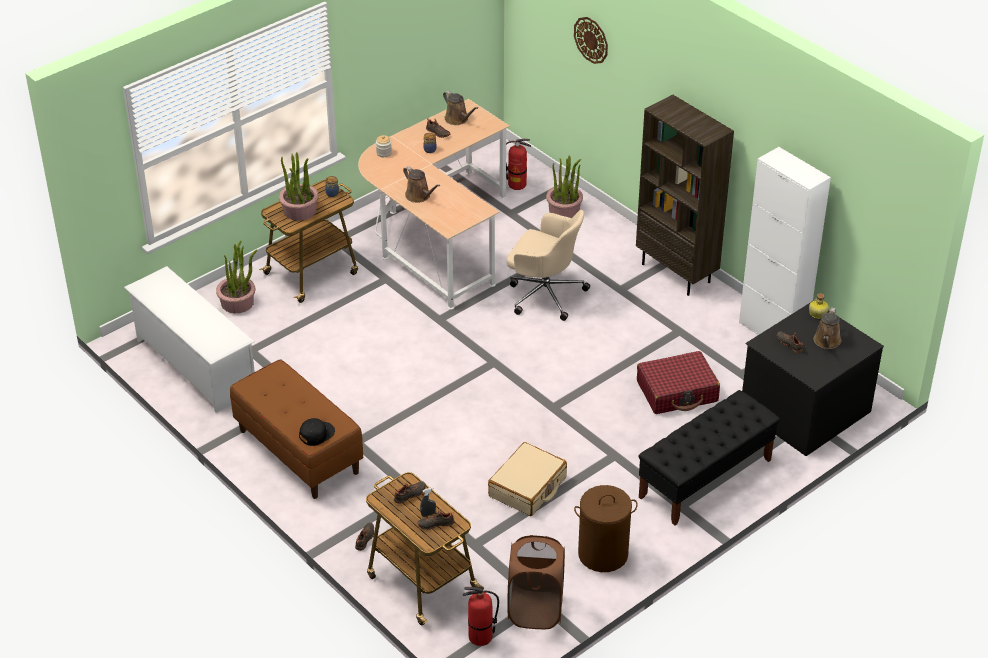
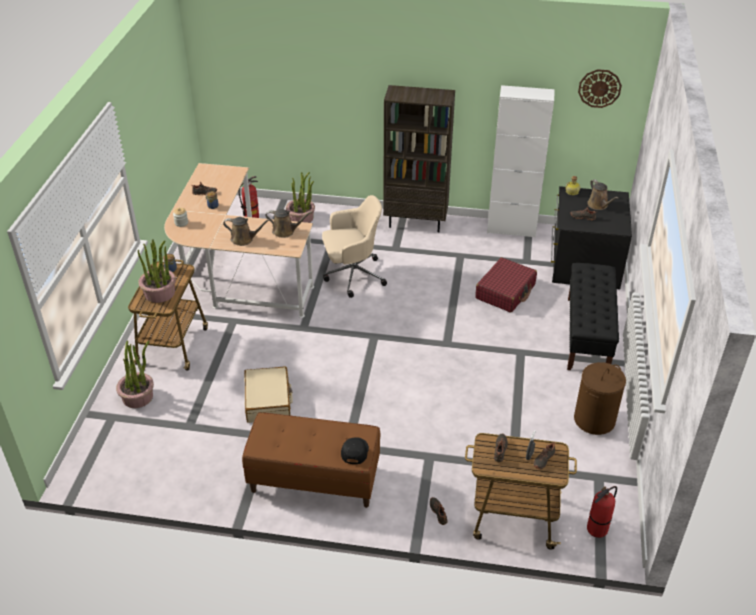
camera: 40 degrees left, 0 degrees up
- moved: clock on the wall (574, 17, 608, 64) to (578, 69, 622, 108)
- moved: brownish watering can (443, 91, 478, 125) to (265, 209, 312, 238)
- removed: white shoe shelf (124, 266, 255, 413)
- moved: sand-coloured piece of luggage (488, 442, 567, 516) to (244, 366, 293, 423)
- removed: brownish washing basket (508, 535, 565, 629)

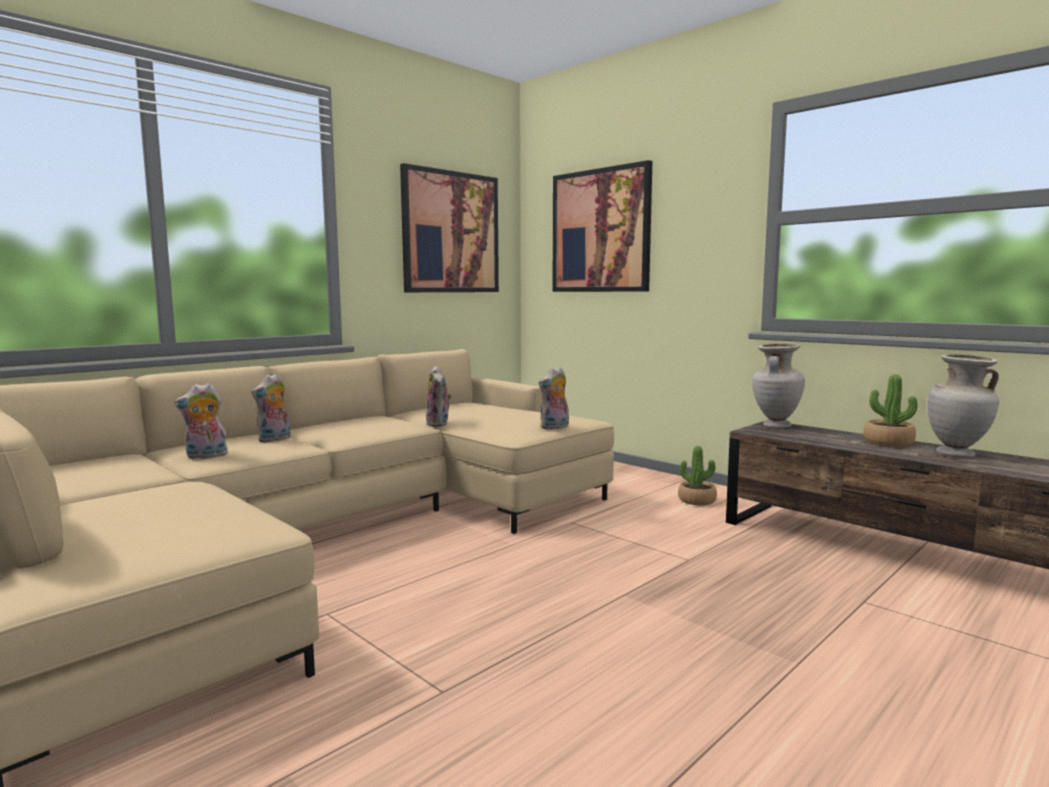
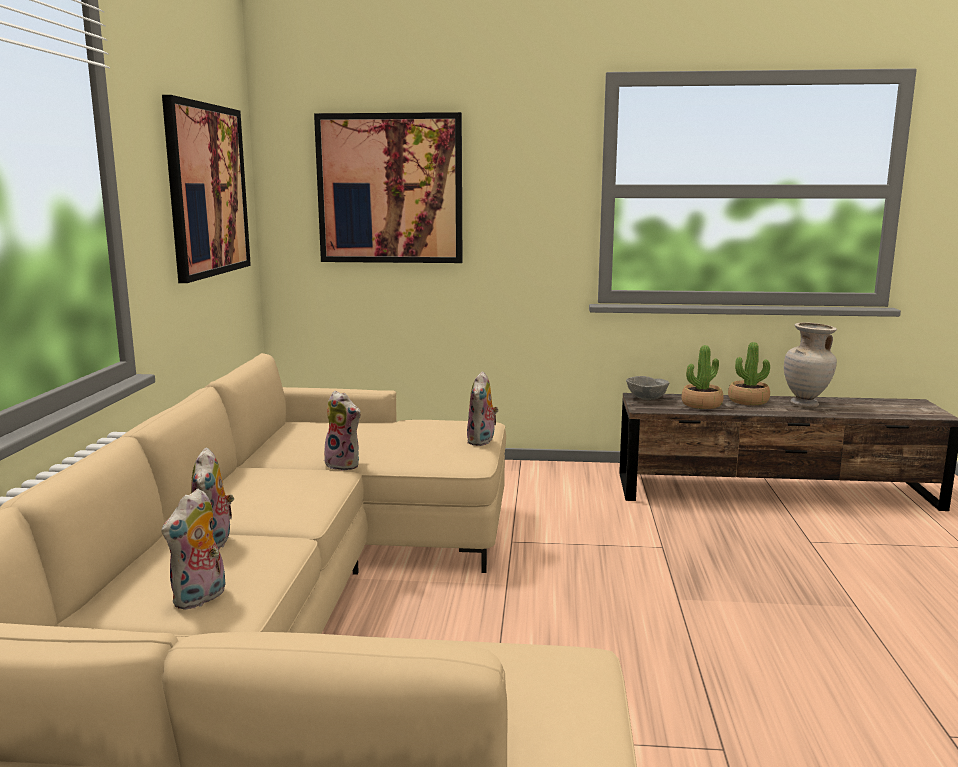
camera: 40 degrees left, 5 degrees up
- replaced: sand-coloured vase (752, 344, 805, 429) to greyish deep dish (626, 376, 669, 400)
- moved: potted plant (678, 446, 717, 506) to (682, 345, 724, 409)

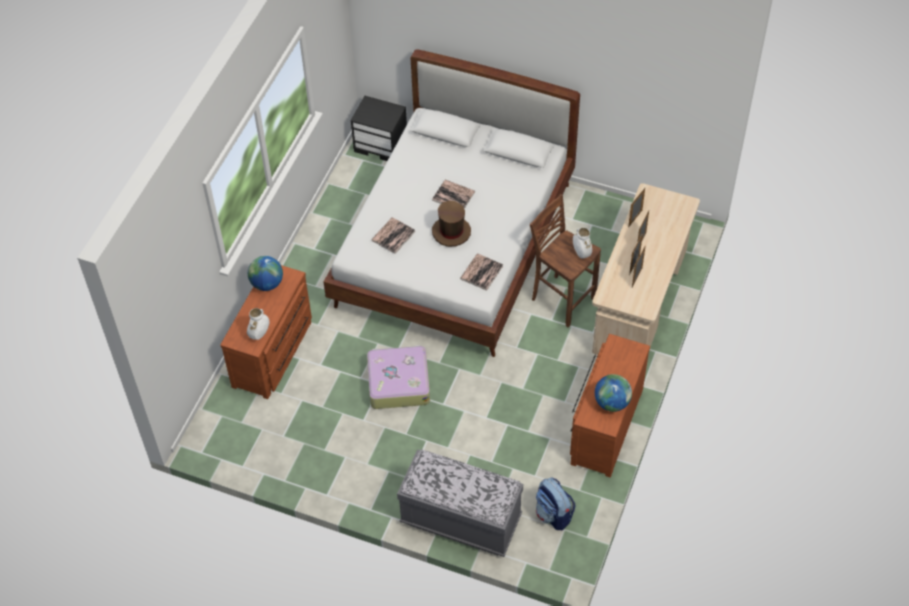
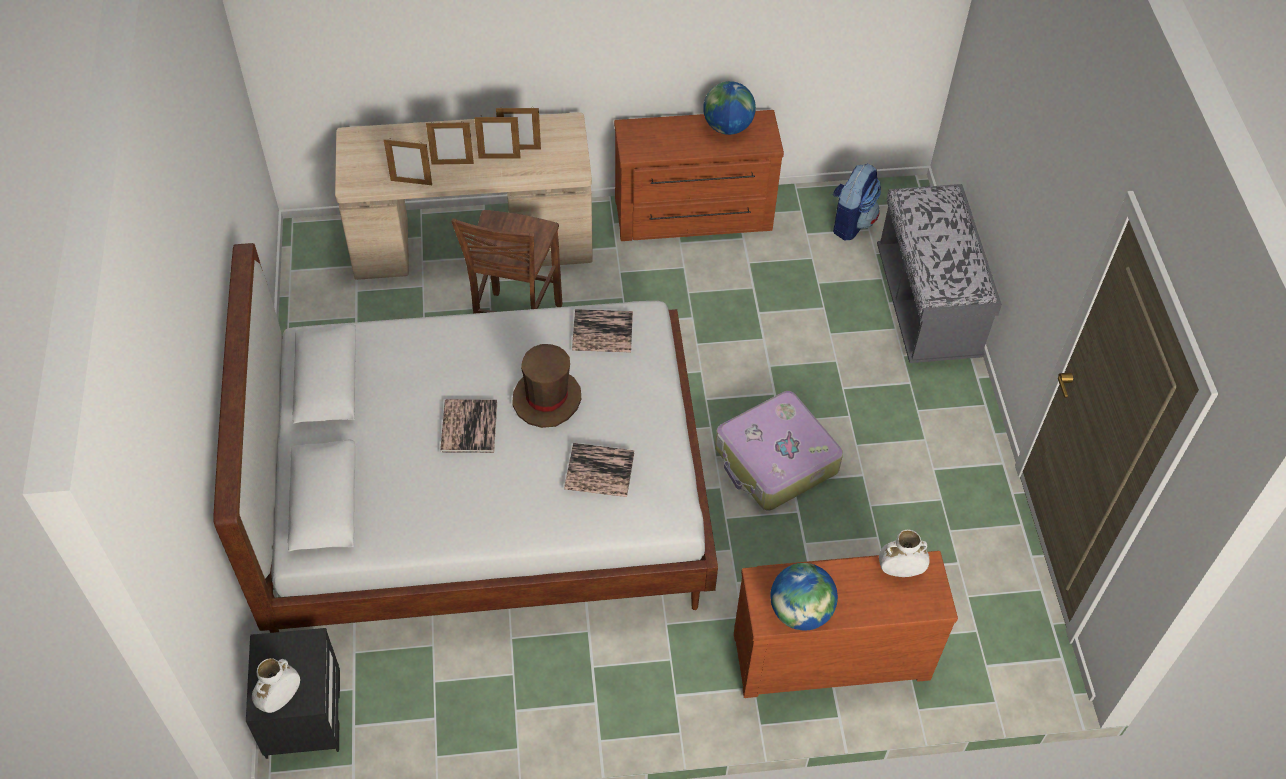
camera: 120 degrees left, 0 degrees up
- moved: white vase (573, 228, 592, 258) to (252, 658, 300, 713)

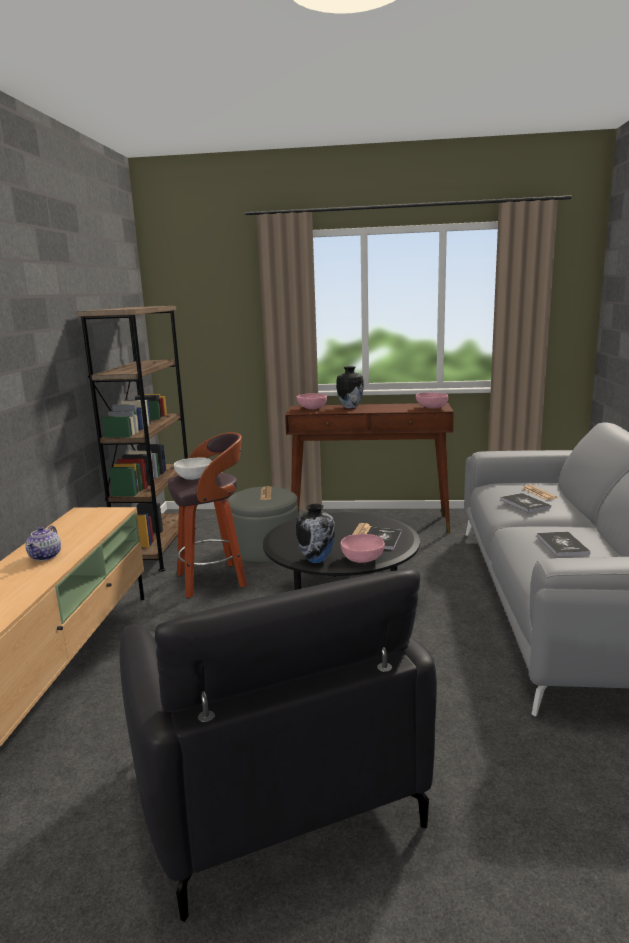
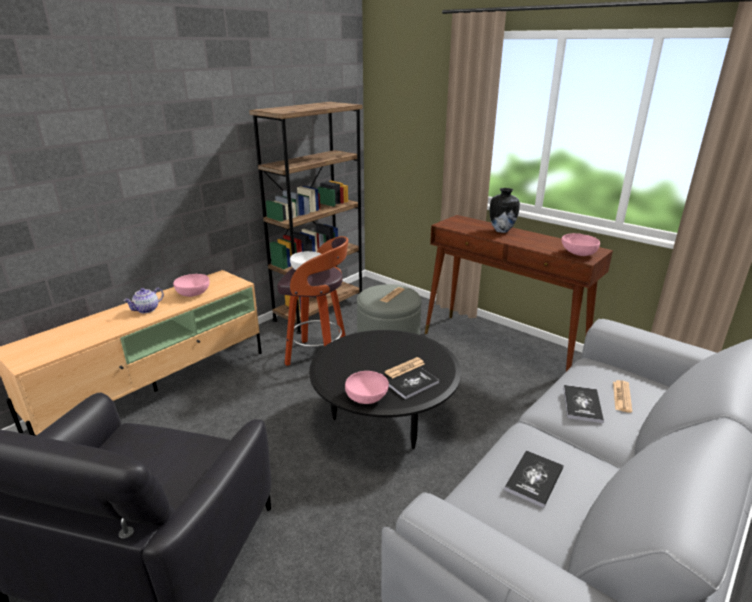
camera: 35 degrees right, 10 degrees up
- moved: pink deep dish (296, 393, 327, 409) to (173, 274, 210, 297)
- removed: vase (296, 504, 335, 563)

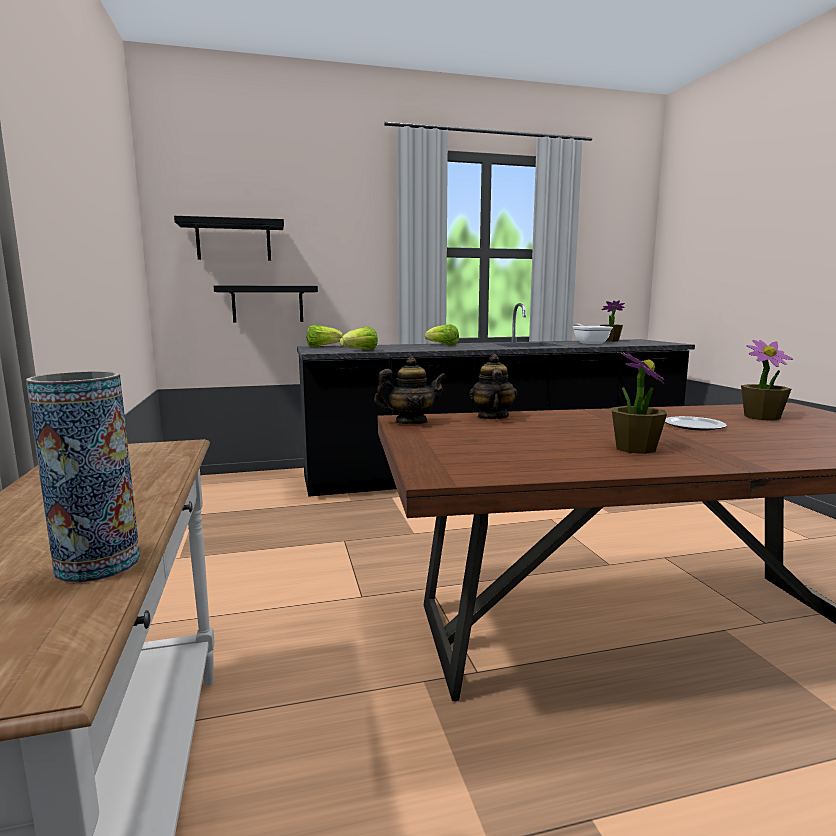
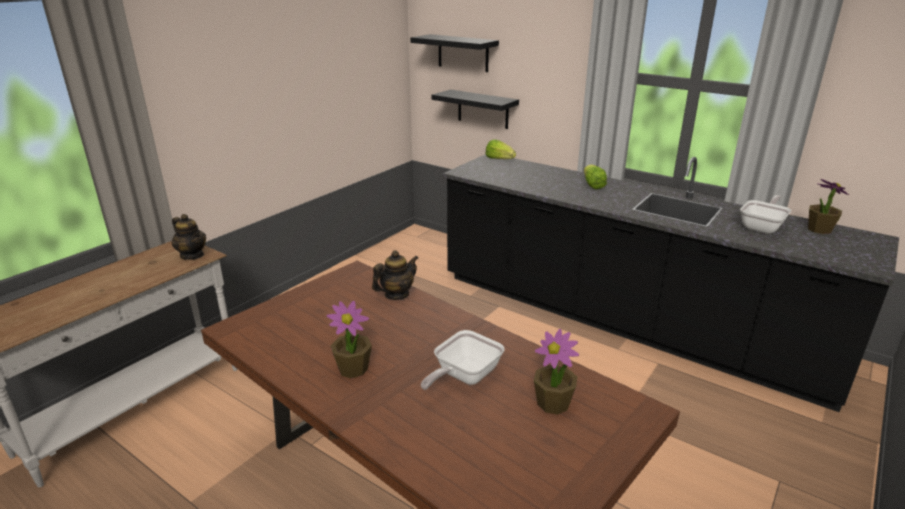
camera: 50 degrees right, 15 degrees up
- removed: lettuce head (340, 327, 378, 350)
- moved: pot for tea (374, 357, 447, 424) to (172, 214, 206, 260)
- removed: vase (26, 371, 140, 583)
- replaced: dinner plate (665, 416, 727, 430) to frying pan (421, 330, 504, 390)

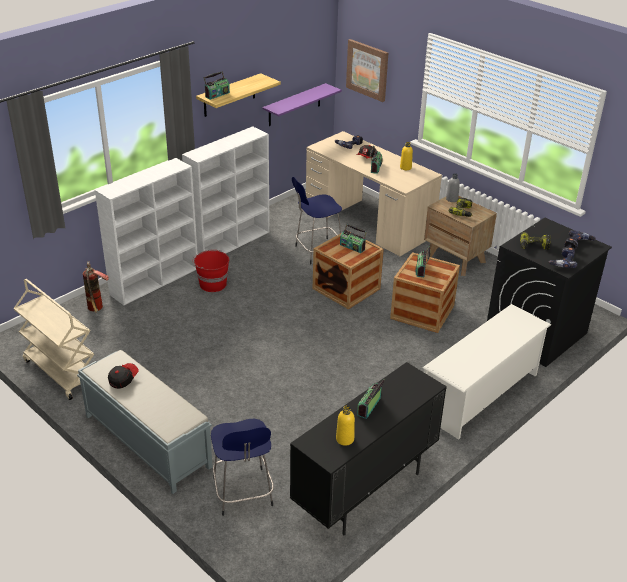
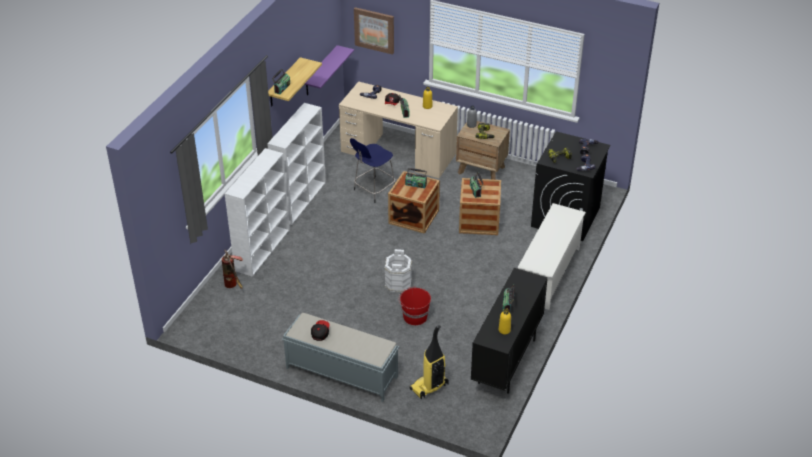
camera: 20 degrees left, 5 degrees up
- moved: red-coloured pail (192, 250, 229, 292) to (398, 287, 431, 325)
- removed: sand-coloured wheeled cart (13, 279, 94, 400)
- replaced: blue-coloured stool (211, 419, 274, 516) to vacuum (409, 325, 449, 399)
- added: white pail (385, 249, 412, 292)

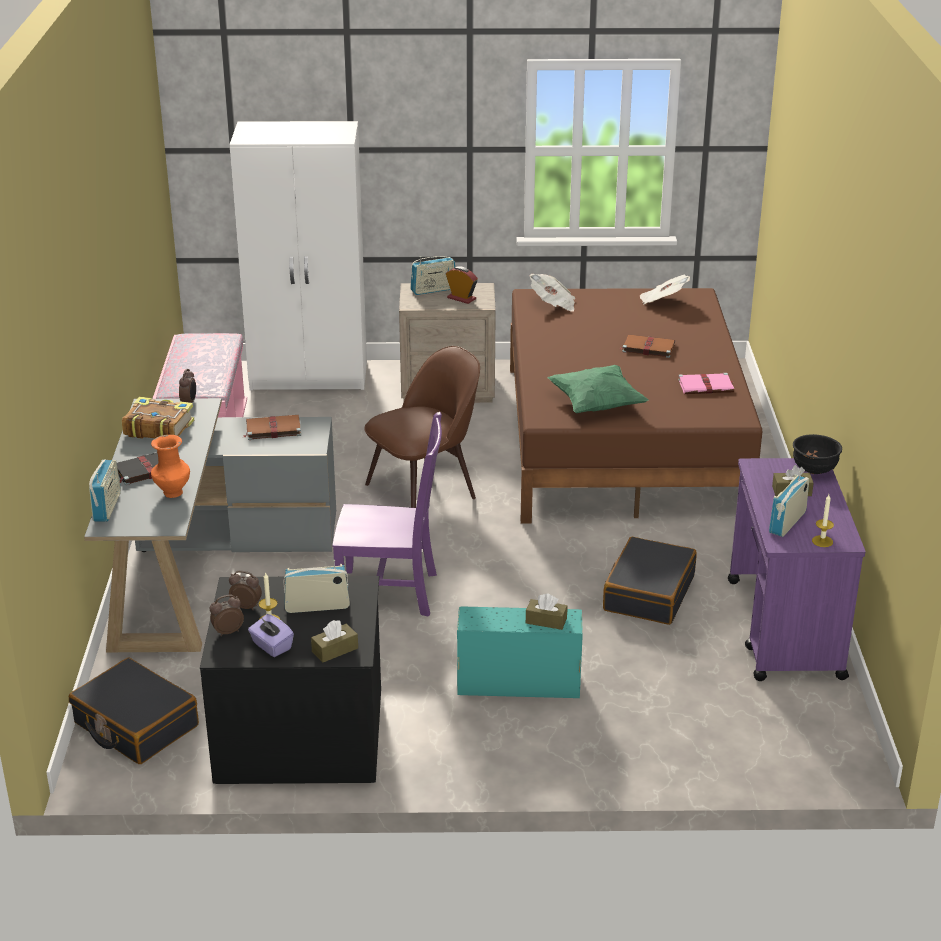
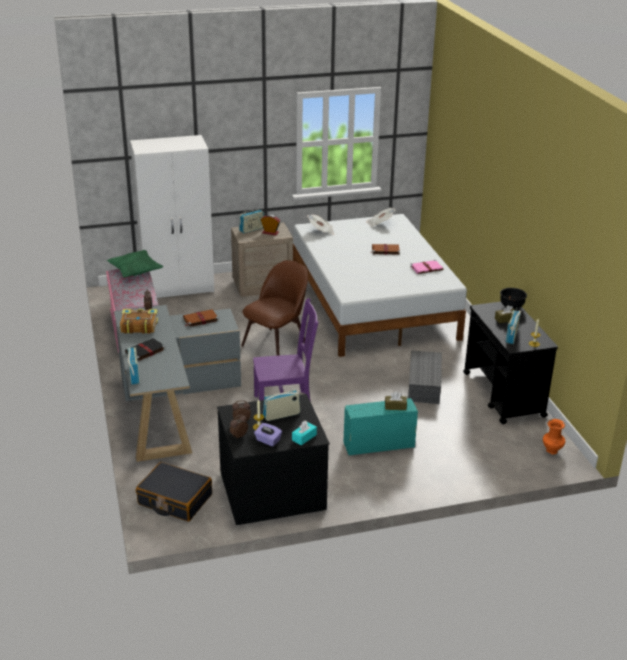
camera: 15 degrees left, 0 degrees up
- recoloured: brownish sleeping bed (510, 288, 762, 524) to white sleeping bed (293, 214, 467, 357)
- moved: green-coloured throw pillow (547, 365, 649, 413) to (107, 250, 164, 278)
- moved: orangey vase (151, 435, 190, 498) to (543, 419, 565, 454)
- recoloured: purple-coloured wheeled cart (728, 458, 866, 681) to black-coloured wheeled cart (463, 302, 558, 424)
- replaced: black-coloured piece of luggage (603, 537, 697, 625) to greyish storage box (408, 350, 442, 404)
- recoloured: brownish tissue holder (311, 620, 358, 662) to turquoise tissue holder (292, 421, 317, 445)

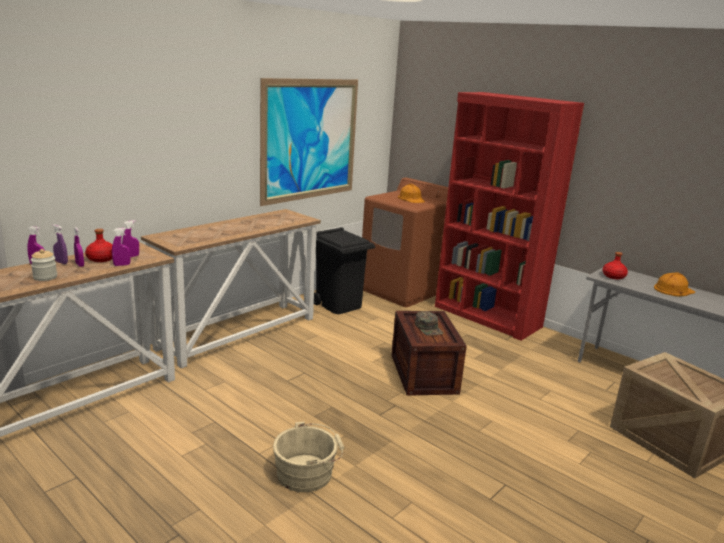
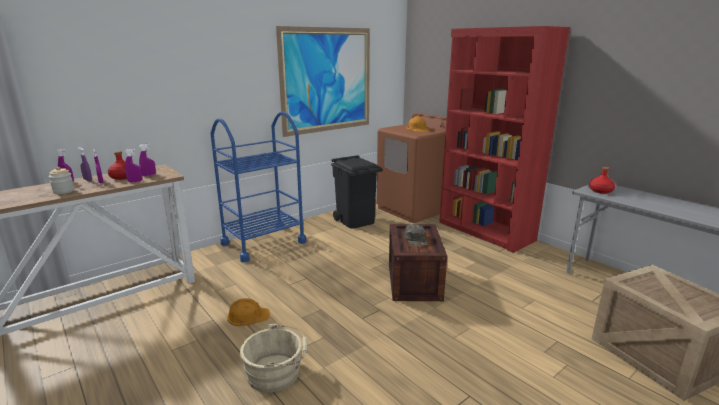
camera: 10 degrees right, 0 degrees up
- replaced: hall table (141, 209, 321, 368) to blue-coloured wheeled cart (210, 112, 307, 263)
- moved: orangey hard hat (654, 272, 695, 297) to (227, 298, 270, 326)

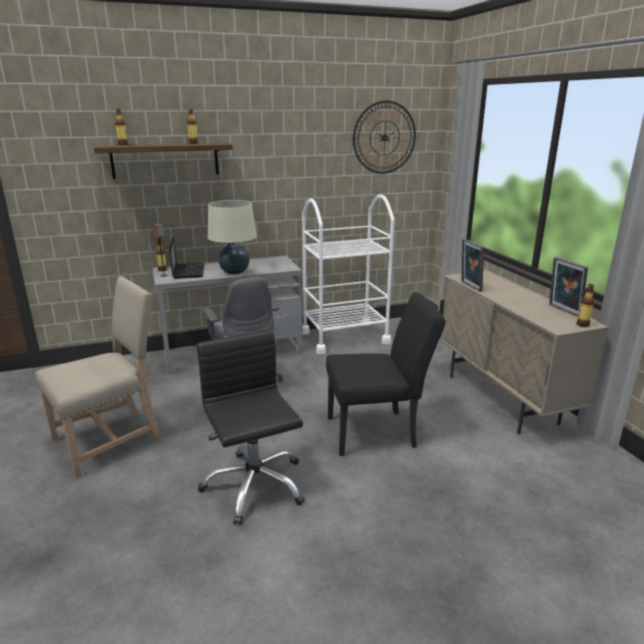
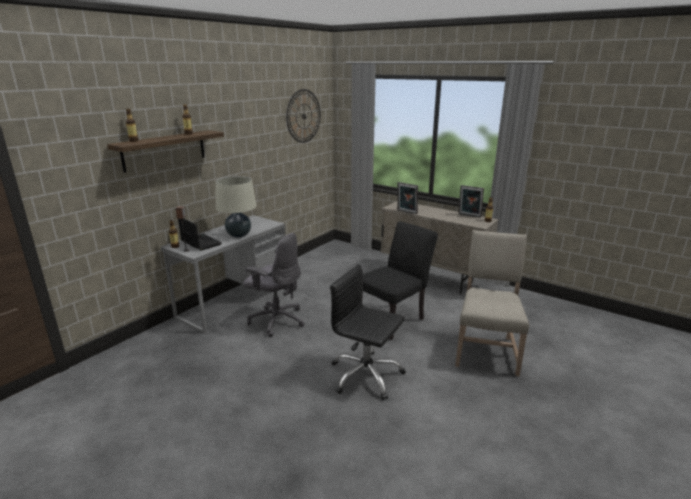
camera: 35 degrees left, 0 degrees up
- removed: white wheeled cart (302, 195, 394, 355)
- moved: sand-coloured plain chair (35, 276, 163, 478) to (455, 230, 529, 376)

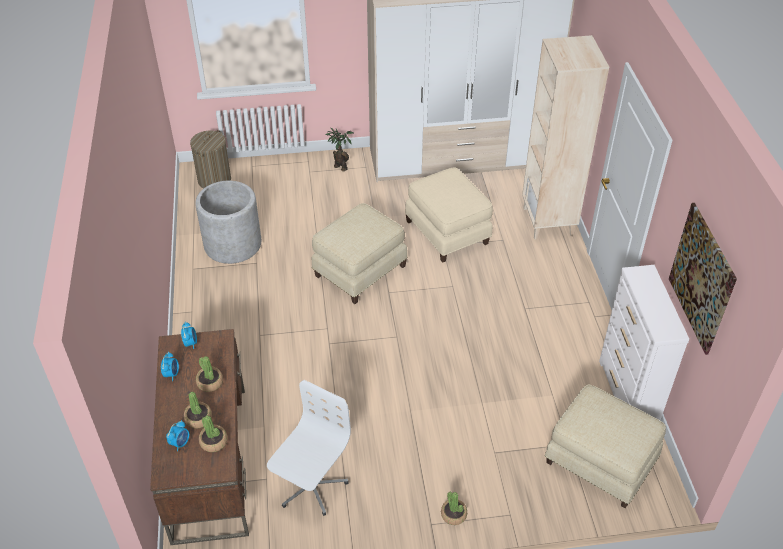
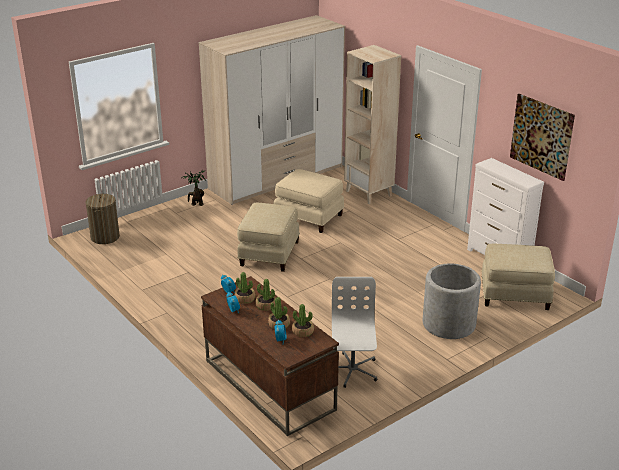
camera: 30 degrees left, 15 degrees down
- moved: greyish planter (195, 181, 261, 264) to (423, 263, 481, 339)
- moved: potted plant (441, 492, 467, 525) to (235, 272, 255, 304)

